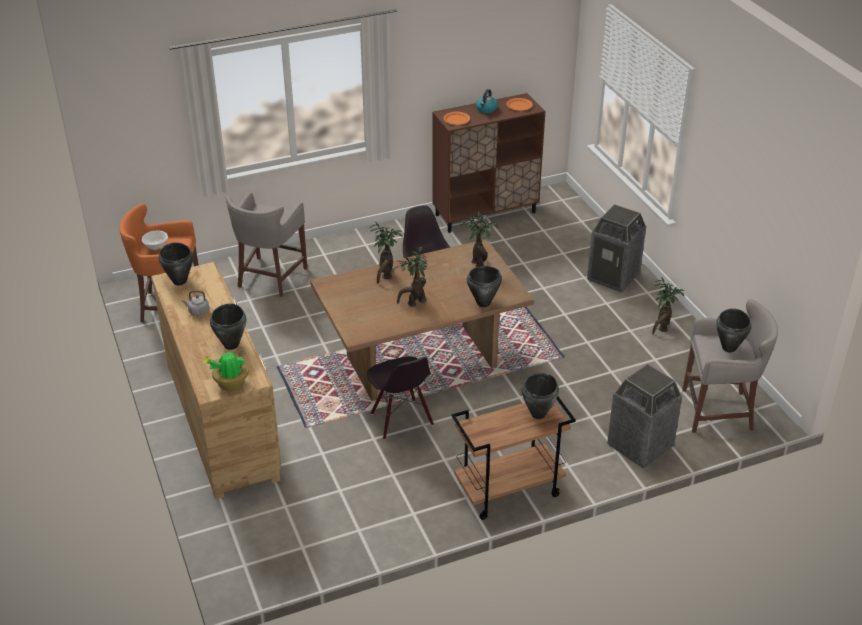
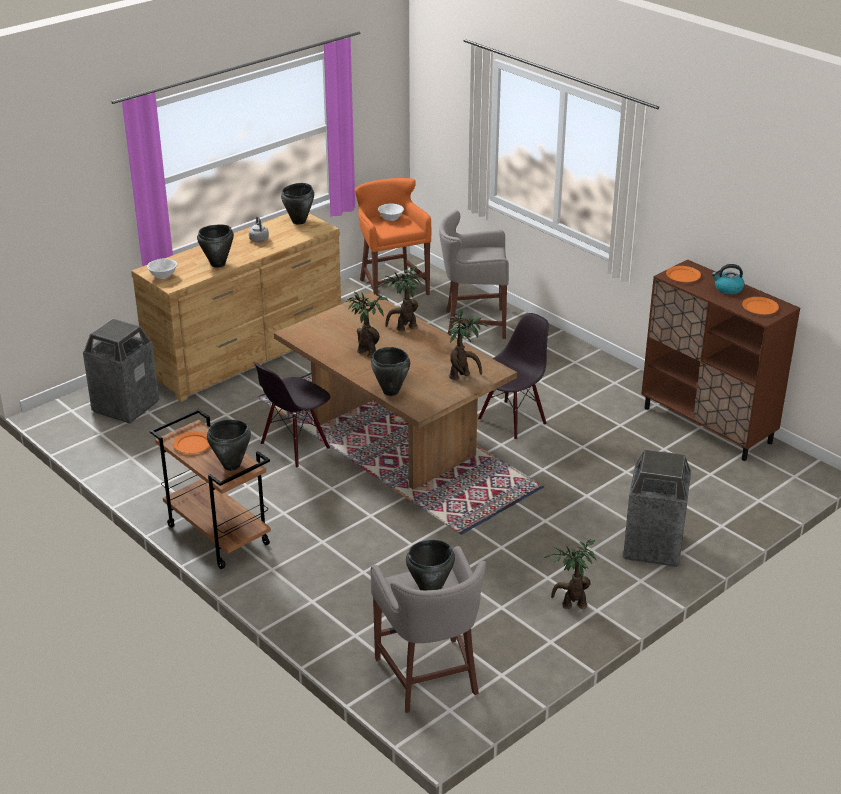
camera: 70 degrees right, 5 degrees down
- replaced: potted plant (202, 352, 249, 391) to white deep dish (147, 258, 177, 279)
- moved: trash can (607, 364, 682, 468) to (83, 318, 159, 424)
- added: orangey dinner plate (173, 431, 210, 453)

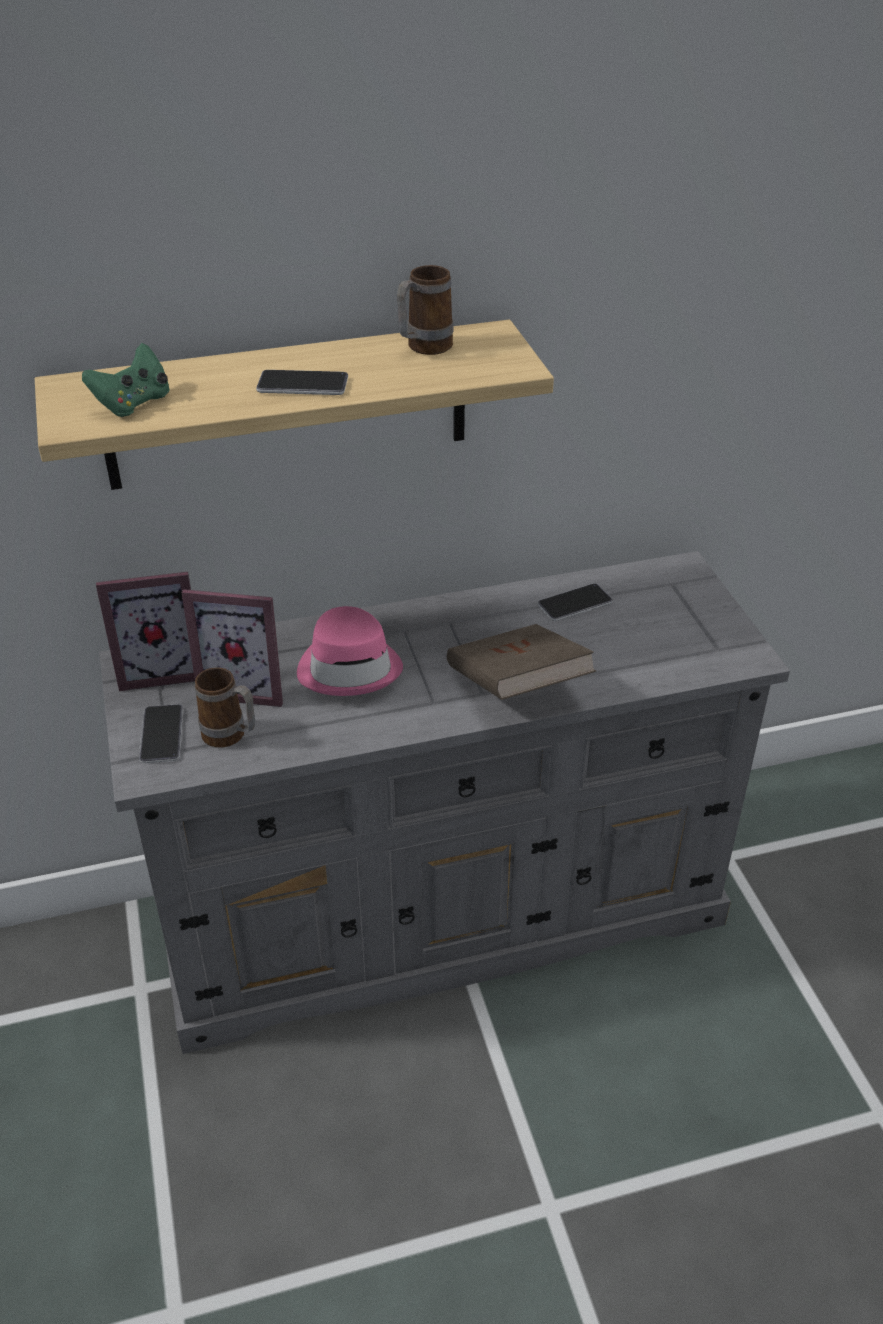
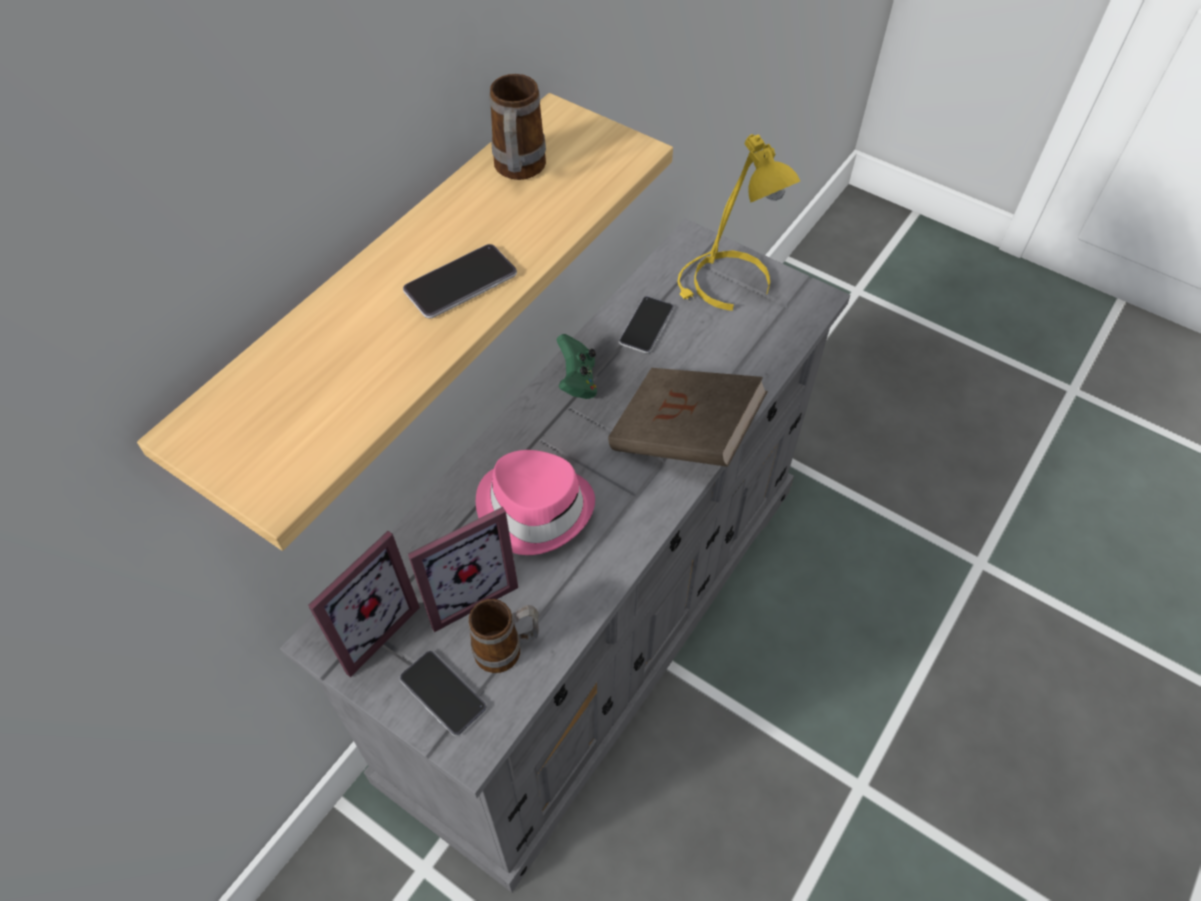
camera: 40 degrees left, 15 degrees up
- moved: green-coloured gamepad (82, 343, 169, 417) to (557, 334, 597, 399)
- added: yellowish tabletop lamp (677, 134, 800, 311)

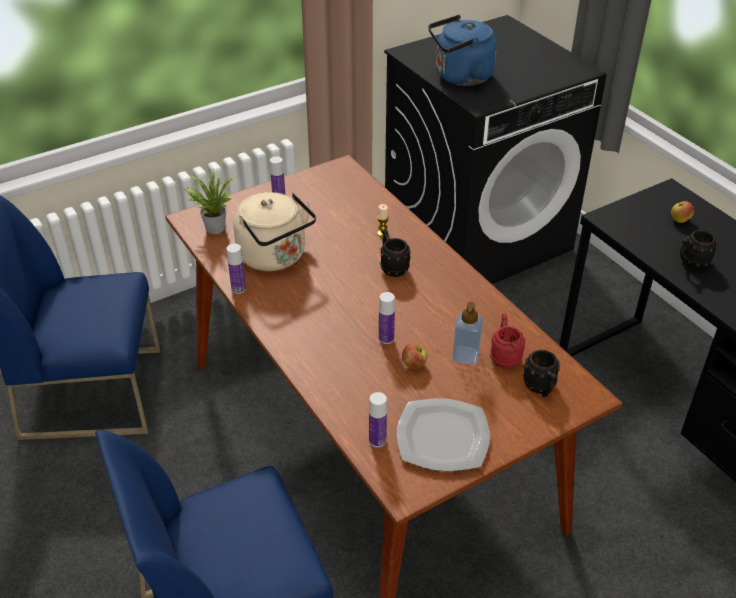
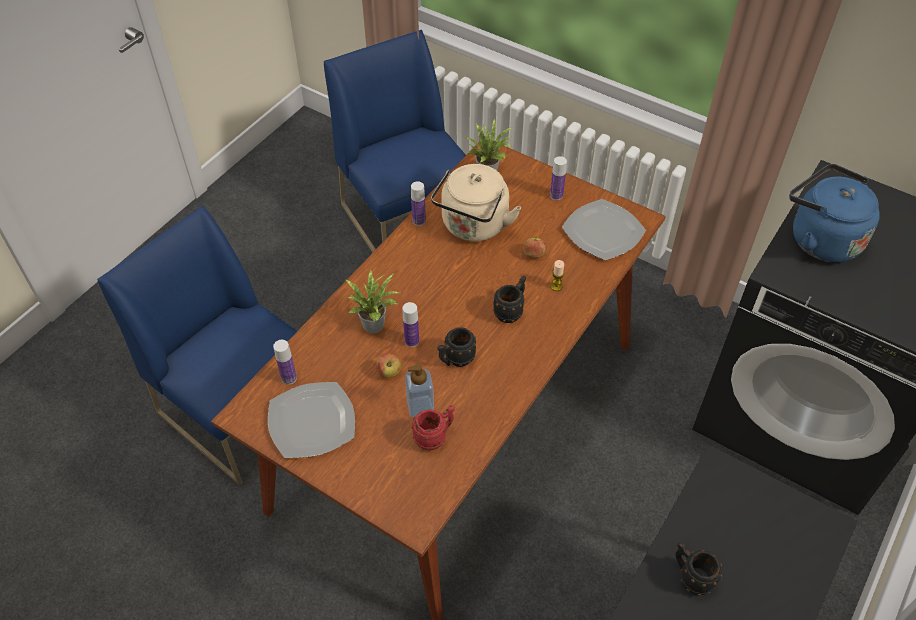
camera: 65 degrees right, 10 degrees up
- moved: apple (671, 201, 694, 223) to (523, 237, 547, 258)
- moved: black-coloured tea mug (523, 350, 560, 397) to (438, 327, 476, 367)
- added: dinner plate (562, 199, 646, 260)
- added: potted plant (345, 270, 400, 334)

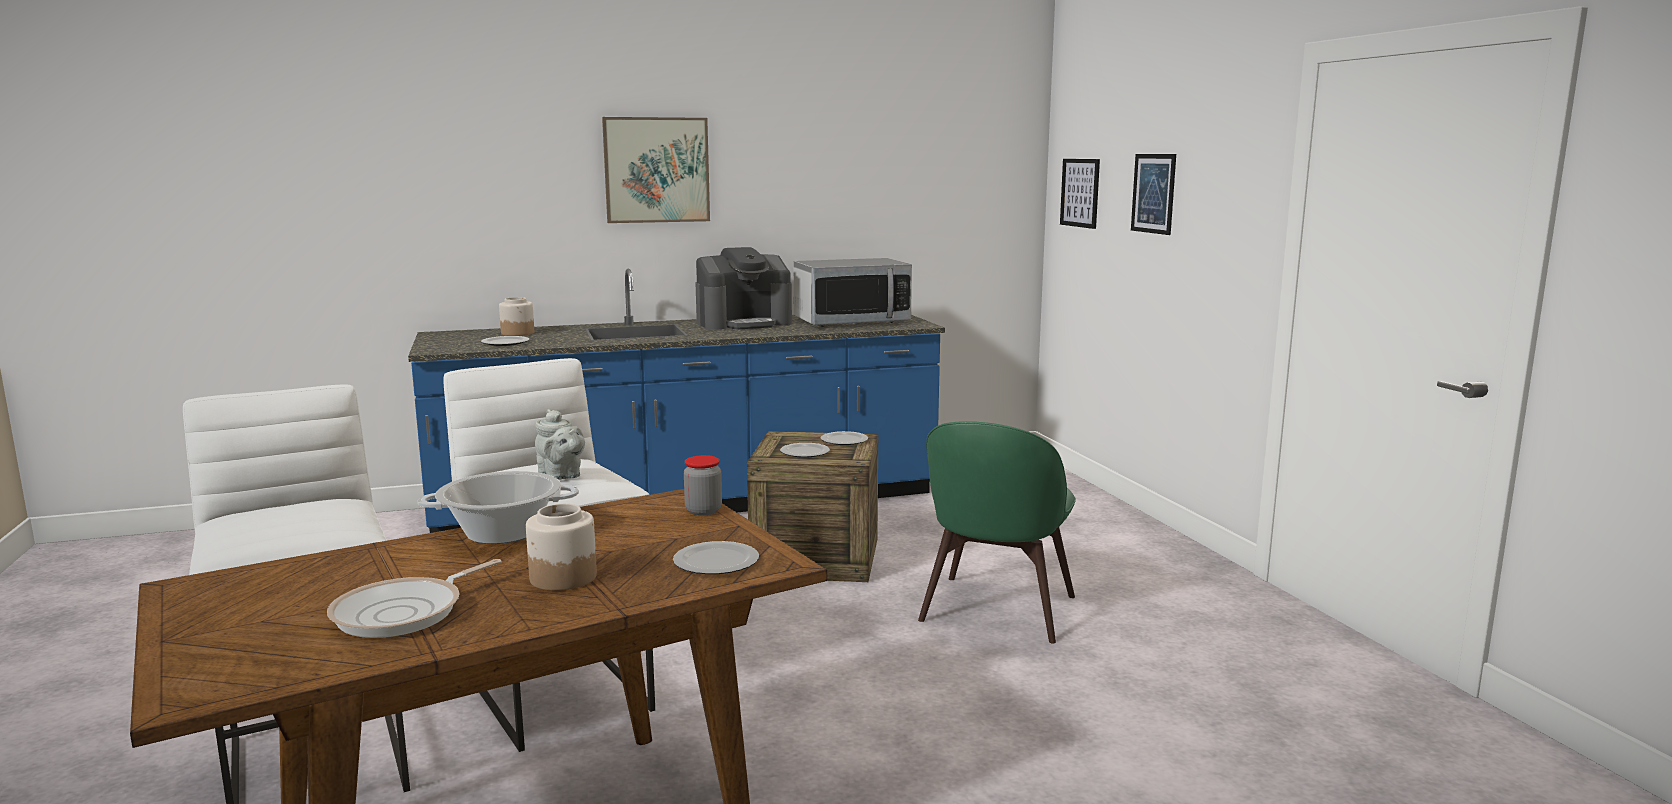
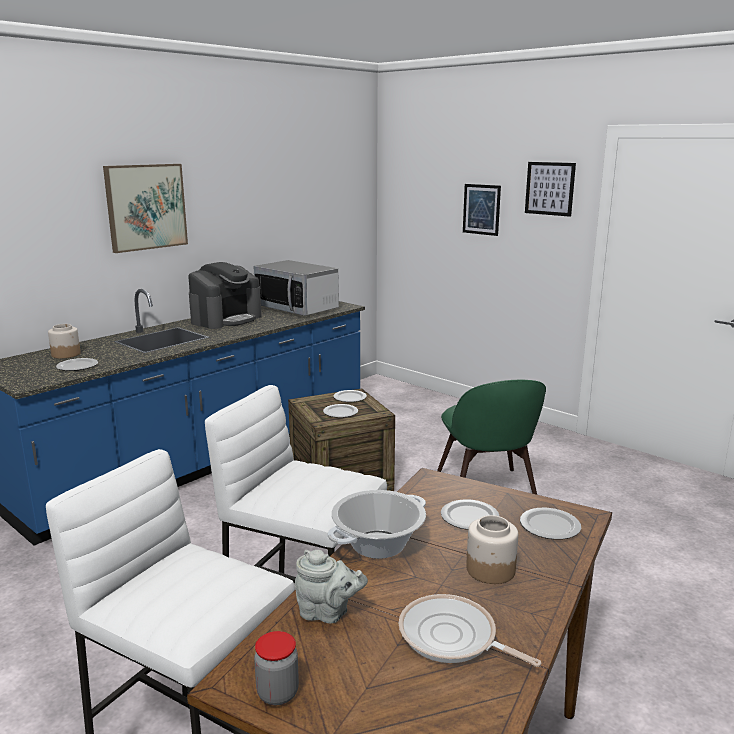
camera: 30 degrees left, 5 degrees up
- moved: picture (1060, 159, 1100, 229) to (525, 162, 576, 217)
- turned: kitchen microwave (793, 258, 912, 327) = (253, 260, 339, 316) 90 degrees clockwise
- moved: greyish pot for tea (535, 409, 585, 480) to (295, 550, 368, 623)
- moved: preserve jar (684, 455, 722, 516) to (254, 631, 299, 705)
- turned: frying pan (327, 559, 502, 638) = (399, 594, 541, 667) 120 degrees clockwise
- added: dinner plate (441, 499, 499, 530)

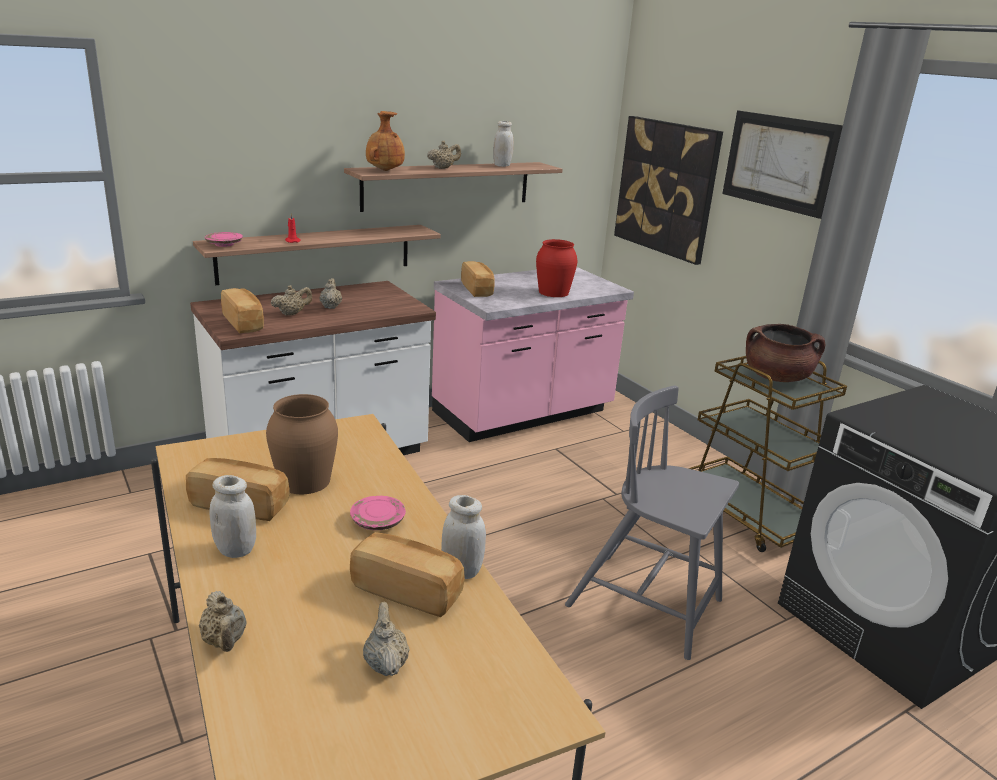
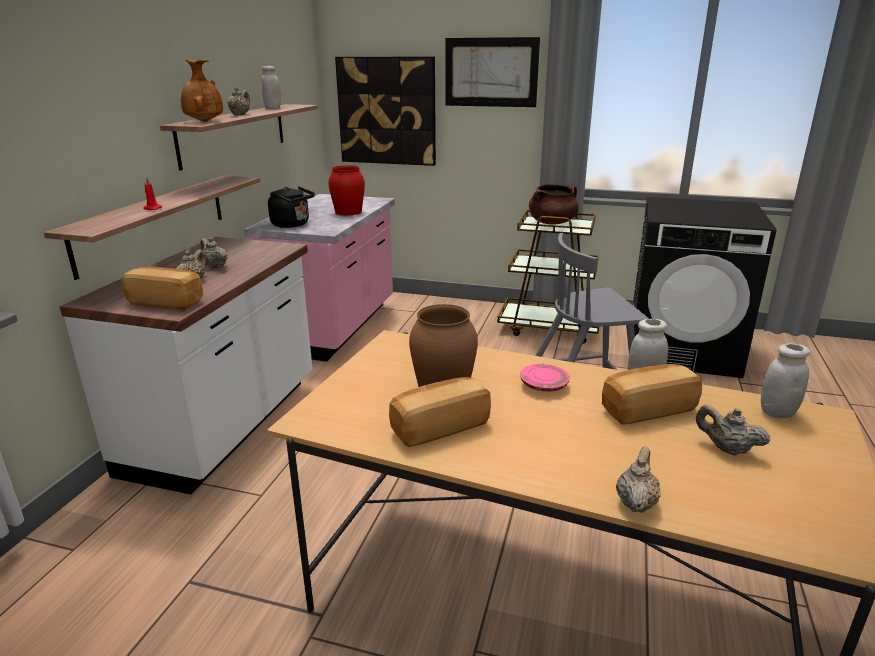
camera: 40 degrees left, 0 degrees up
- removed: pink dinner plate (205, 232, 243, 247)
- replaced: bakery bread (461, 261, 495, 297) to black-coloured water kettle (268, 186, 315, 228)
- moved: white preserve jar (210, 475, 256, 558) to (761, 343, 810, 418)
- turned: sand-coloured pot for tea (199, 591, 247, 652) = (616, 446, 661, 513) 90 degrees counterclockwise

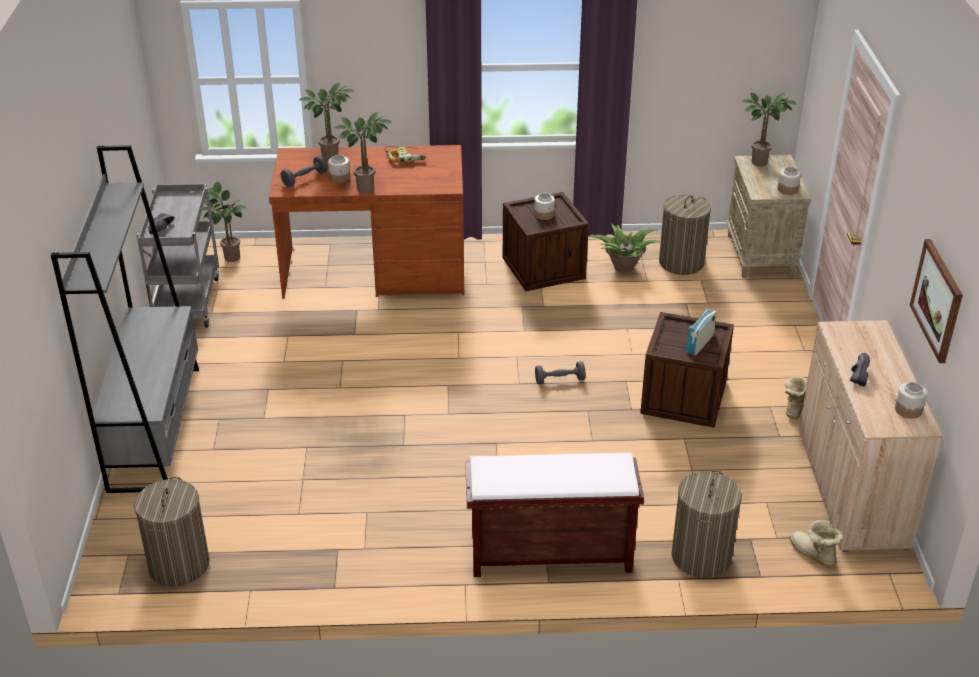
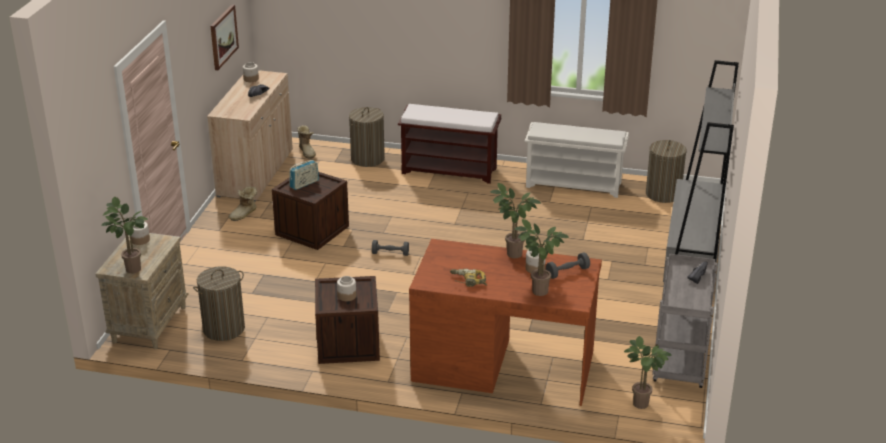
camera: 165 degrees left, 5 degrees down
- removed: potted plant (588, 224, 660, 273)
- added: white shoe shelf (525, 122, 629, 198)

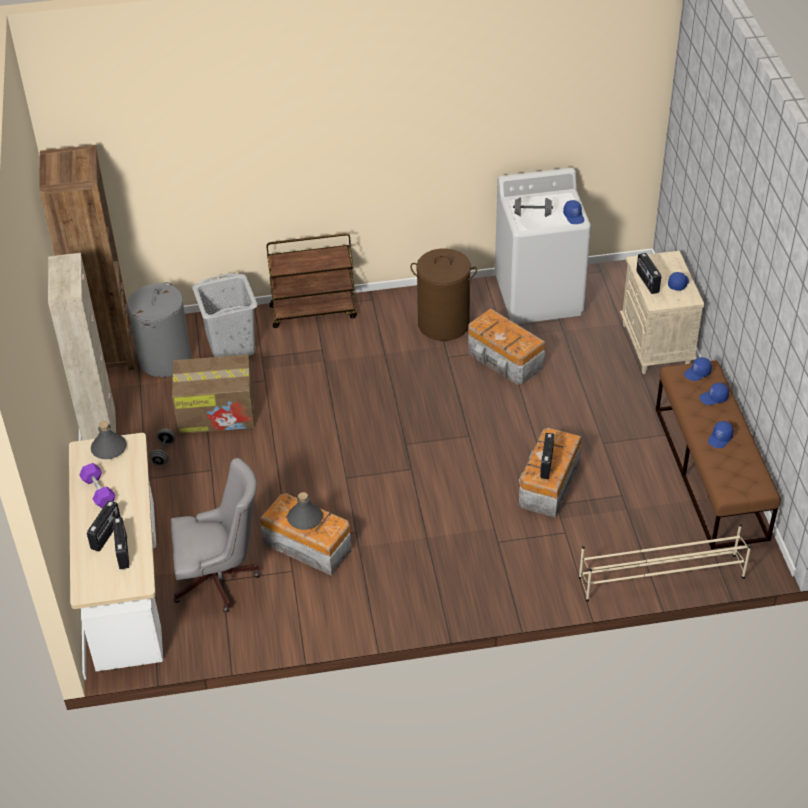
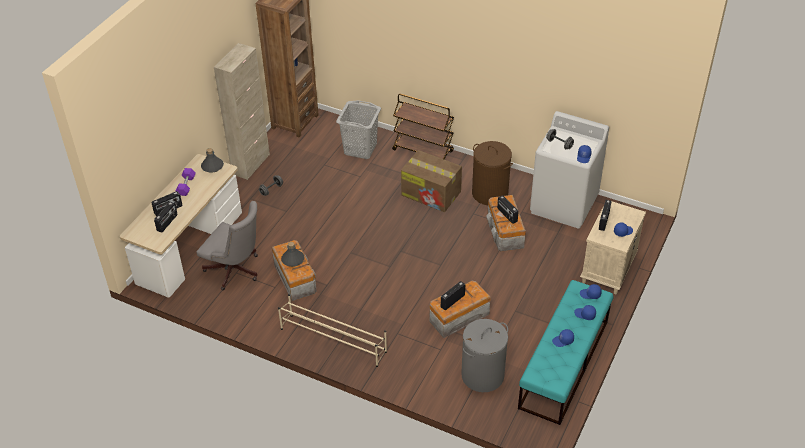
camera: 35 degrees right, 0 degrees up
- moved: greyish washing basket (127, 282, 192, 377) to (461, 319, 508, 392)
- moved: carton (172, 354, 255, 434) to (401, 150, 462, 212)
- recoloured: brownish indoor bench (656, 360, 781, 550) to turquoise indoor bench (518, 280, 614, 425)
- moved: sand-coloured shoe shelf (579, 523, 751, 602) to (278, 294, 387, 367)
- added: radio receiver (497, 195, 518, 224)

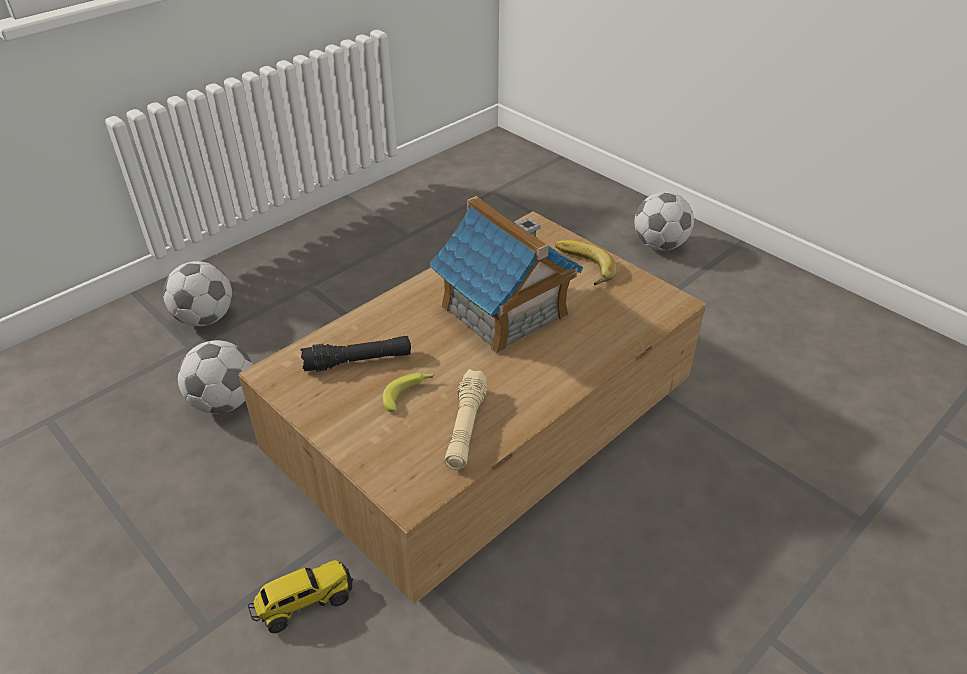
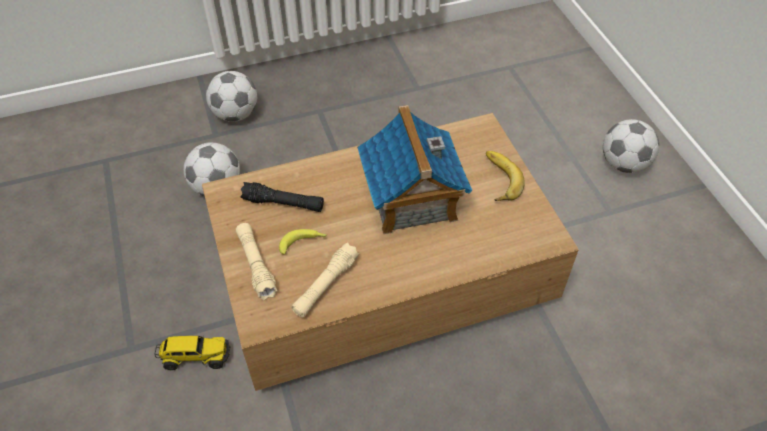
camera: 25 degrees right, 10 degrees up
- added: sand-coloured torch (236, 223, 277, 300)

